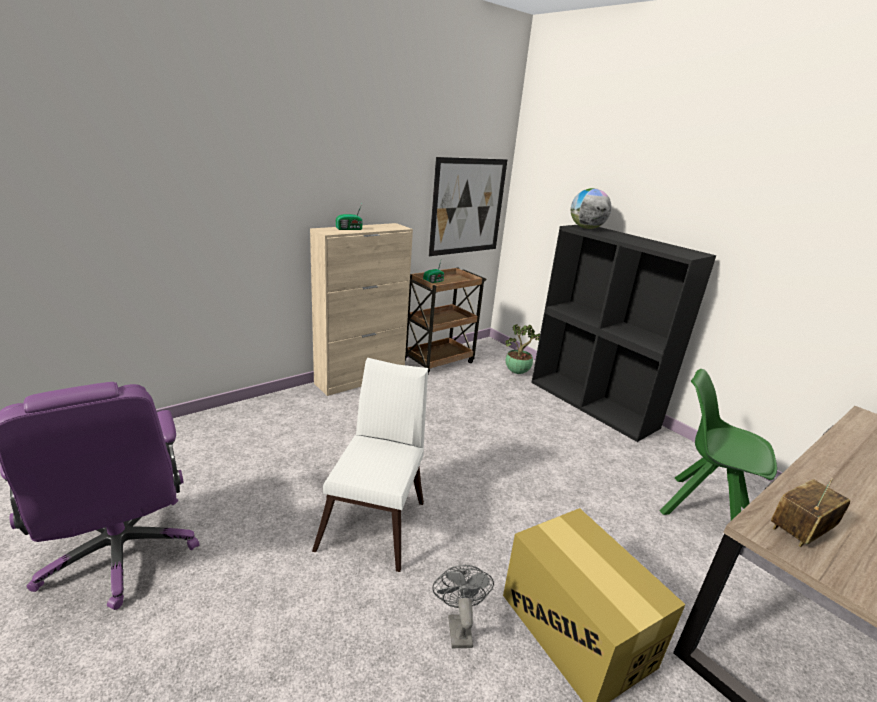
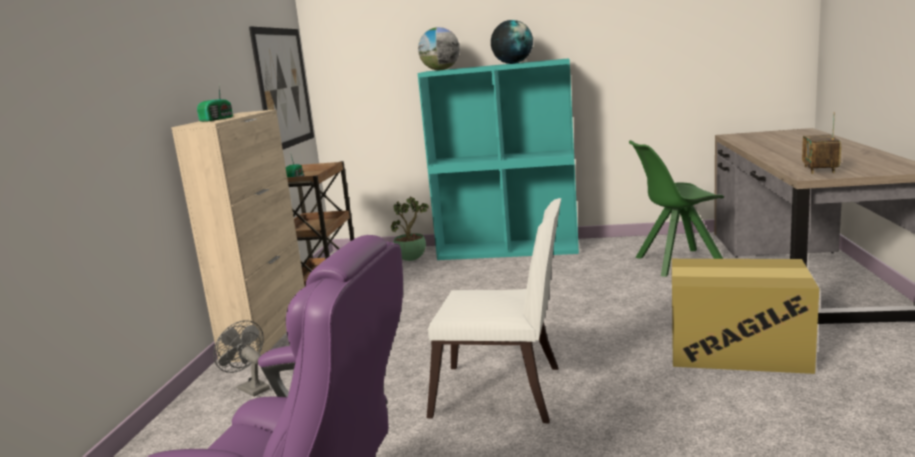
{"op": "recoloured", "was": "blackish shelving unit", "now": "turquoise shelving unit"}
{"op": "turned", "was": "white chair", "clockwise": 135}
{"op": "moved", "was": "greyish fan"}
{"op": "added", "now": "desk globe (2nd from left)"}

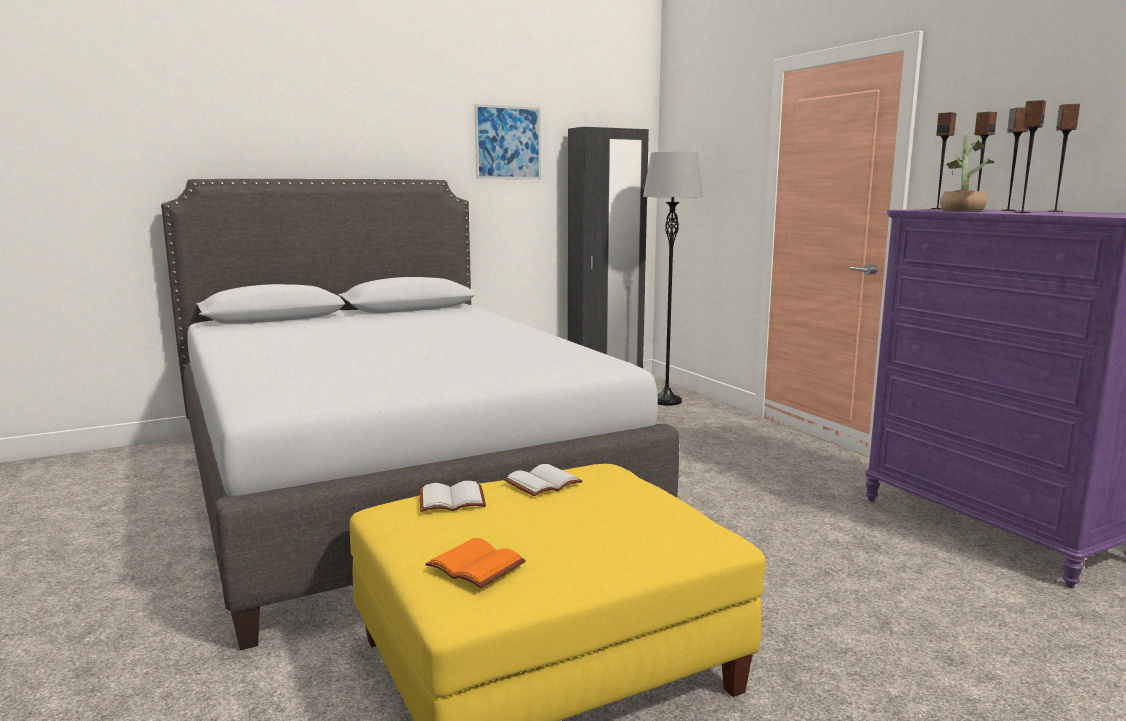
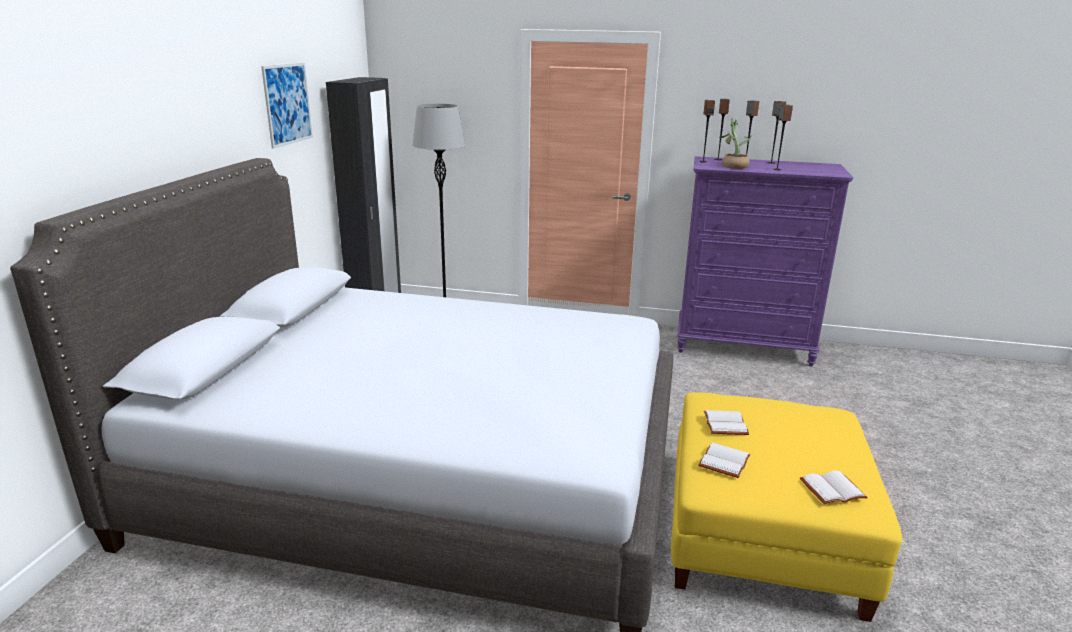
{"op": "recoloured", "was": "orangey book", "now": "white book (3rd from left)"}

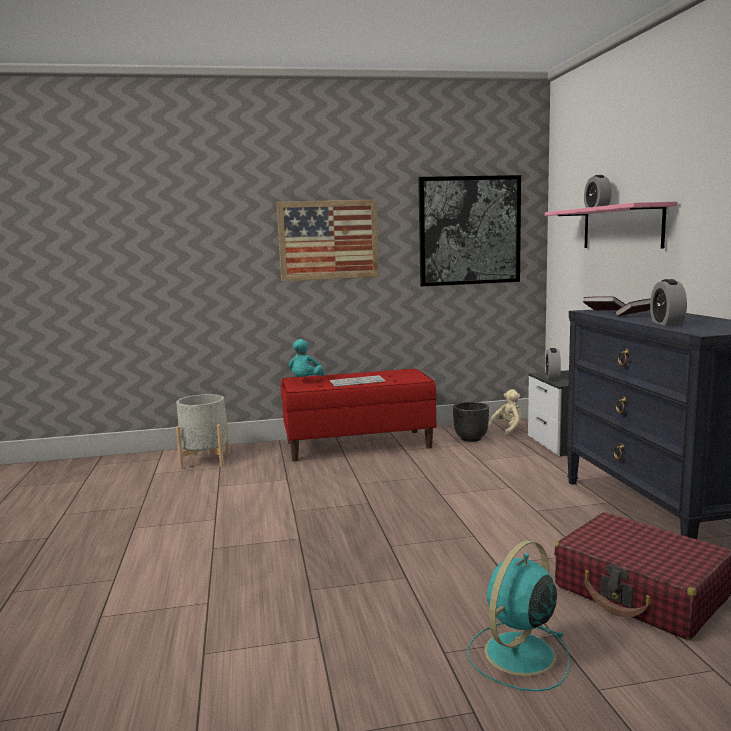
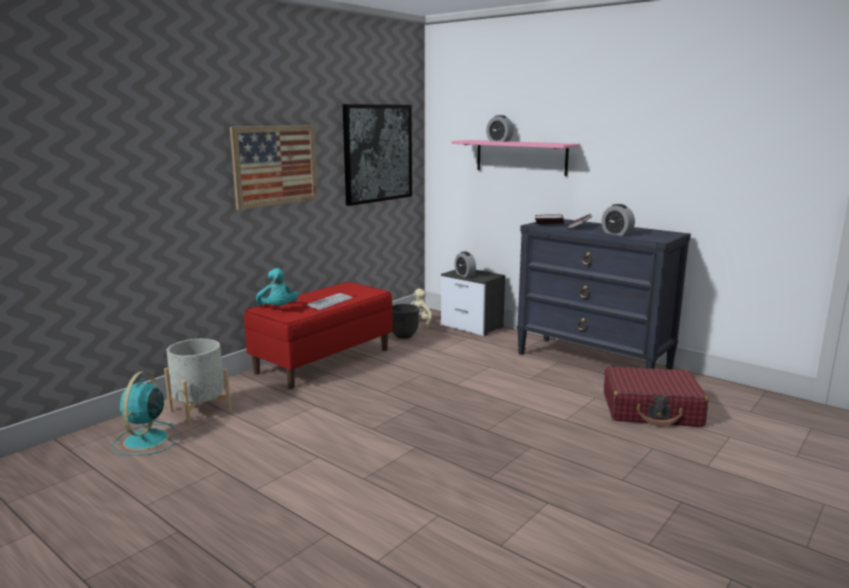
{"op": "moved", "was": "turquoise fan"}

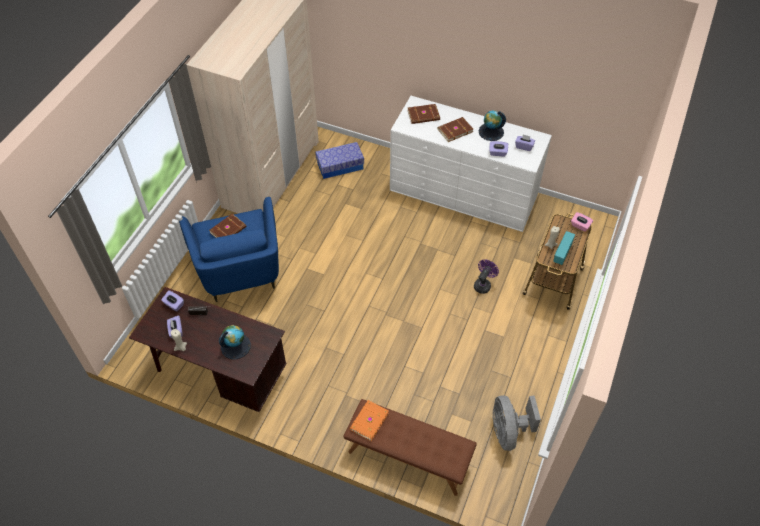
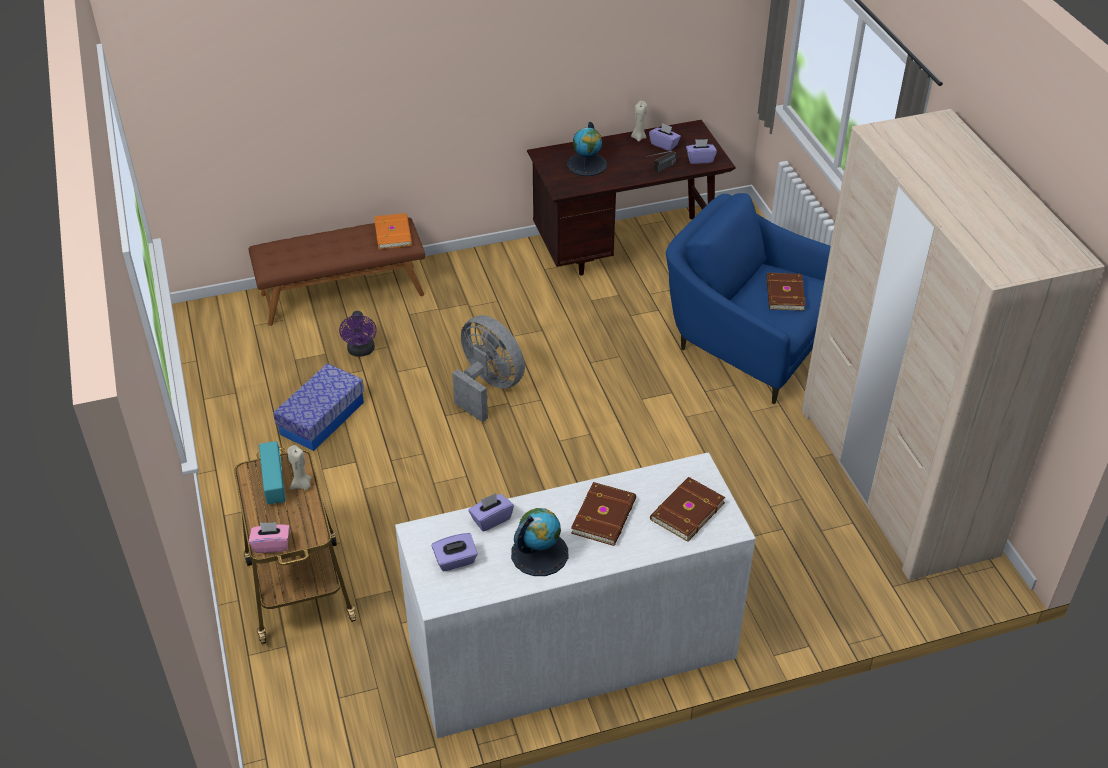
{"op": "moved", "was": "storage container"}
{"op": "moved", "was": "purple fan"}
{"op": "moved", "was": "greyish fan"}

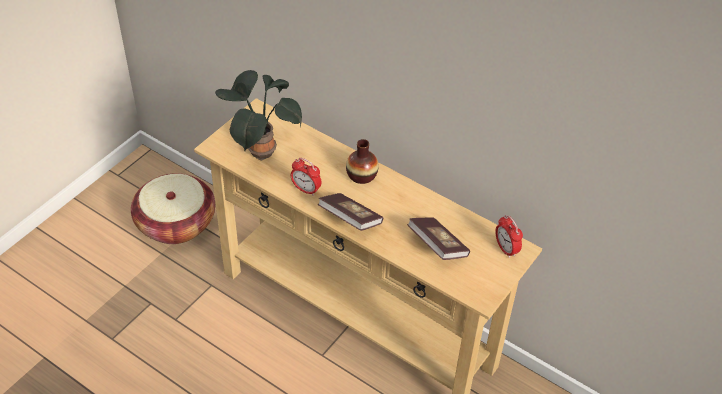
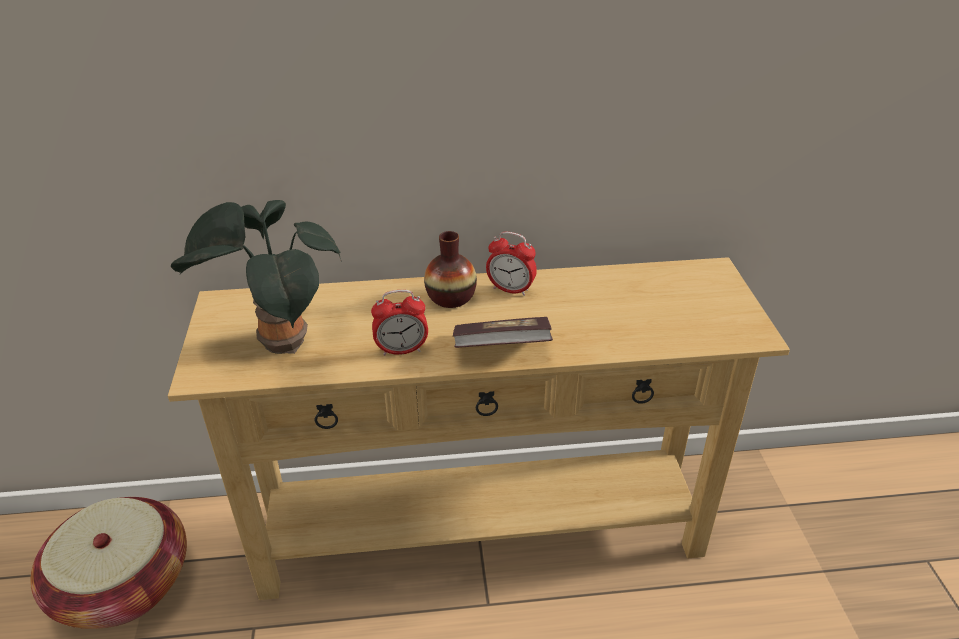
{"op": "moved", "was": "bedside clock (2nd from left)"}
{"op": "removed", "was": "book (2nd from left)"}

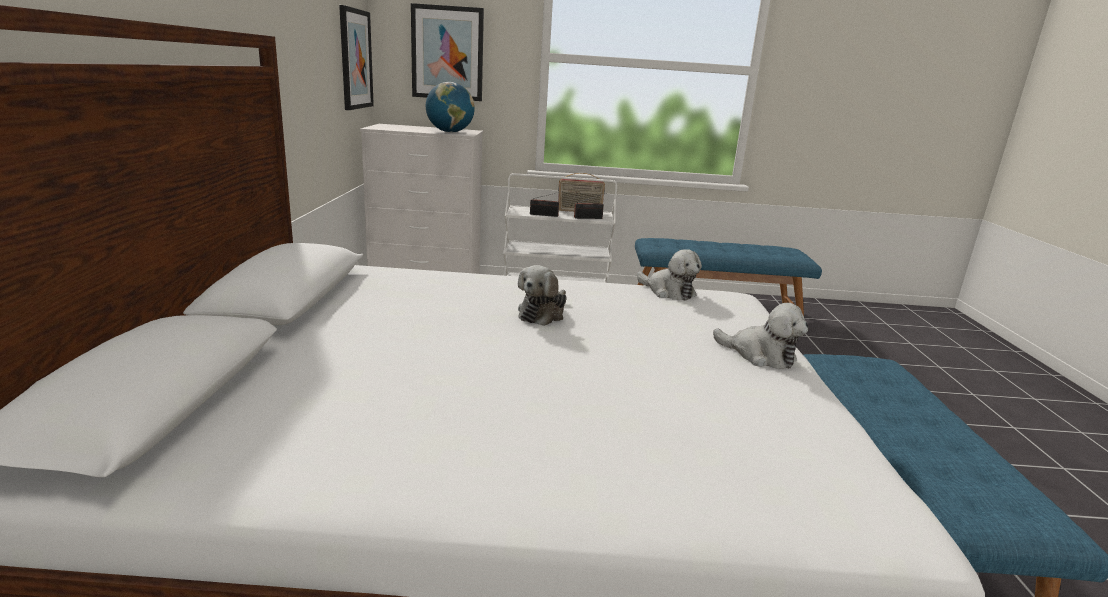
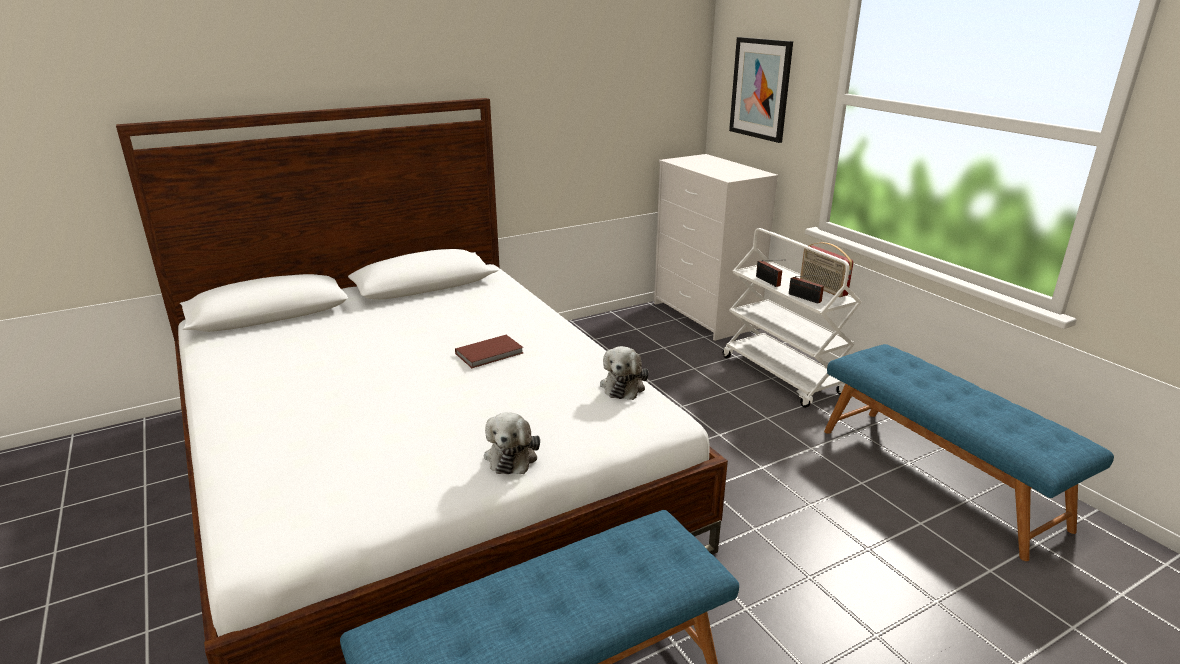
{"op": "removed", "was": "wall art (1st from left)"}
{"op": "removed", "was": "desk globe"}
{"op": "replaced", "was": "plush toy (1st from left)", "now": "brownish book"}

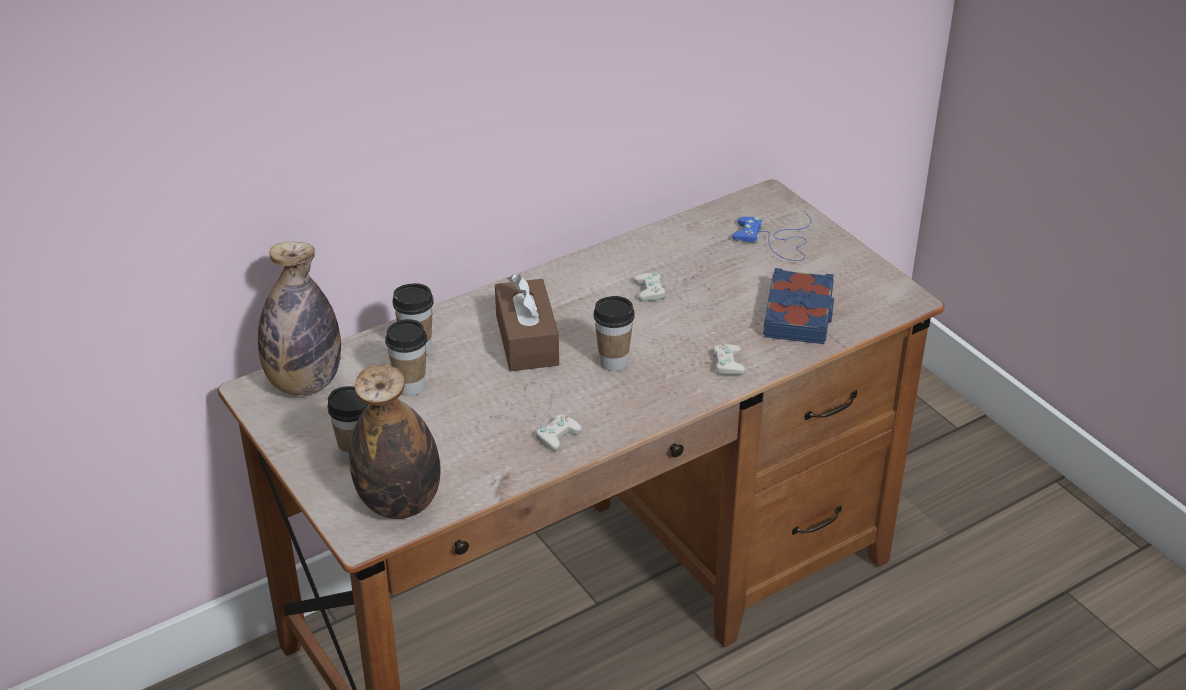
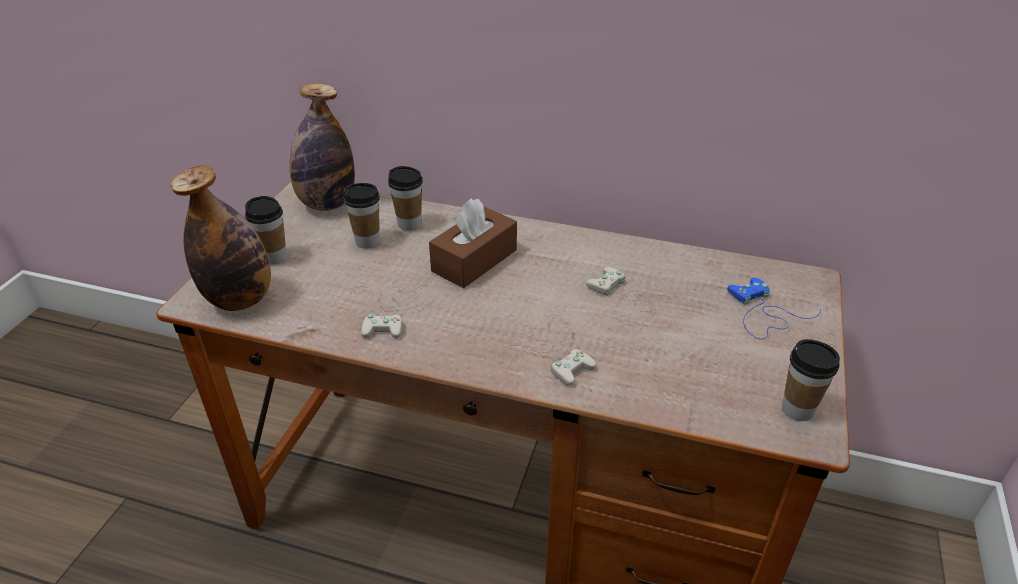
{"op": "removed", "was": "blue-coloured book"}
{"op": "moved", "was": "drinking cup (4th from left)"}

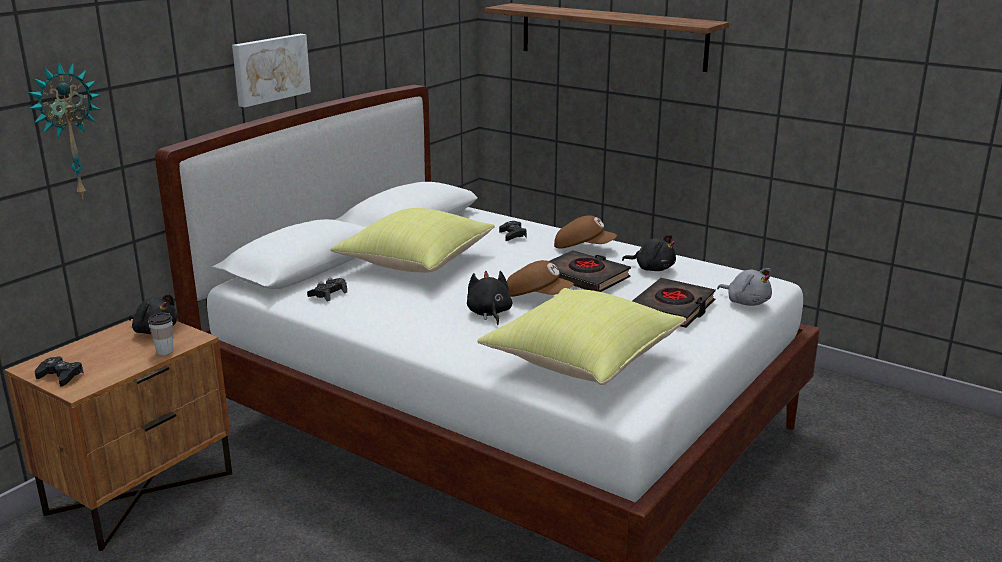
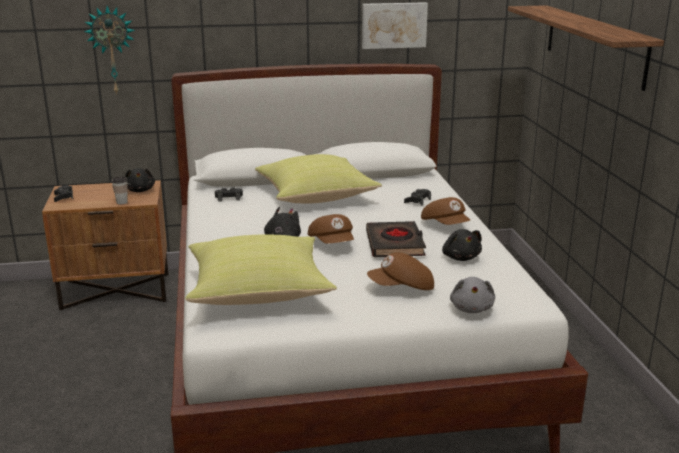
{"op": "moved", "was": "wall art"}
{"op": "replaced", "was": "blackish book (2nd from left)", "now": "brownish cap (2nd from left)"}

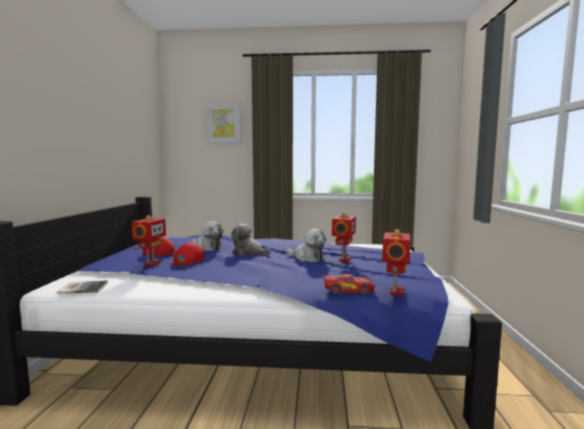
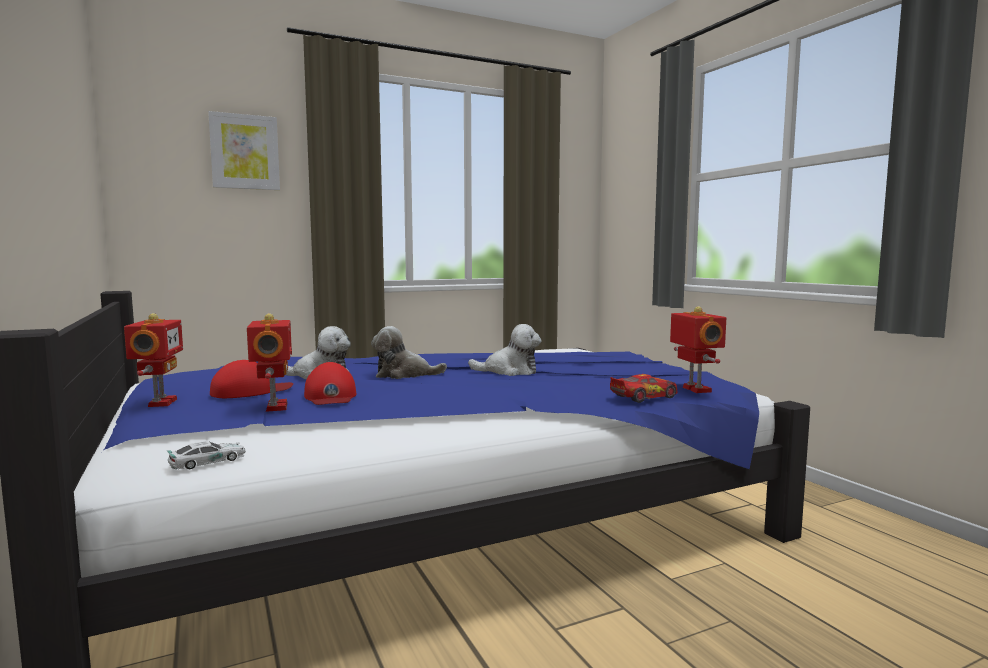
{"op": "moved", "was": "model robot (2nd from left in the first image)", "now": "model robot (1st from left)"}
{"op": "replaced", "was": "book", "now": "model car (1st from left)"}

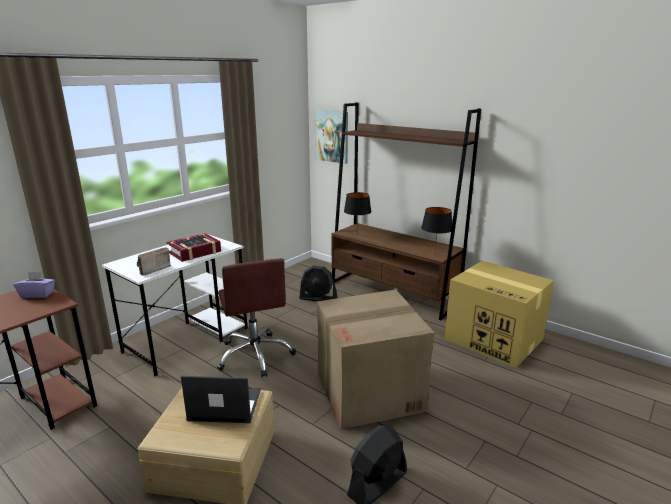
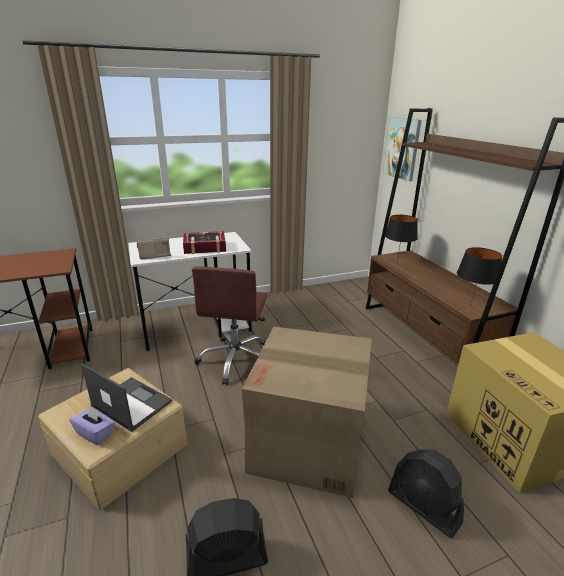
{"op": "moved", "was": "blackish fan (1st from left in the first image)", "now": "blackish fan (2nd from left)"}
{"op": "moved", "was": "purple box of tissues"}

